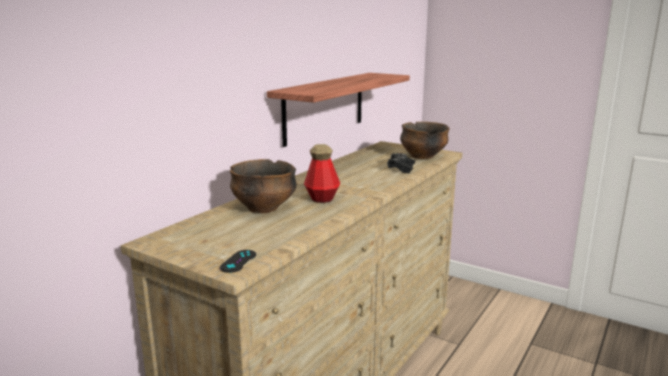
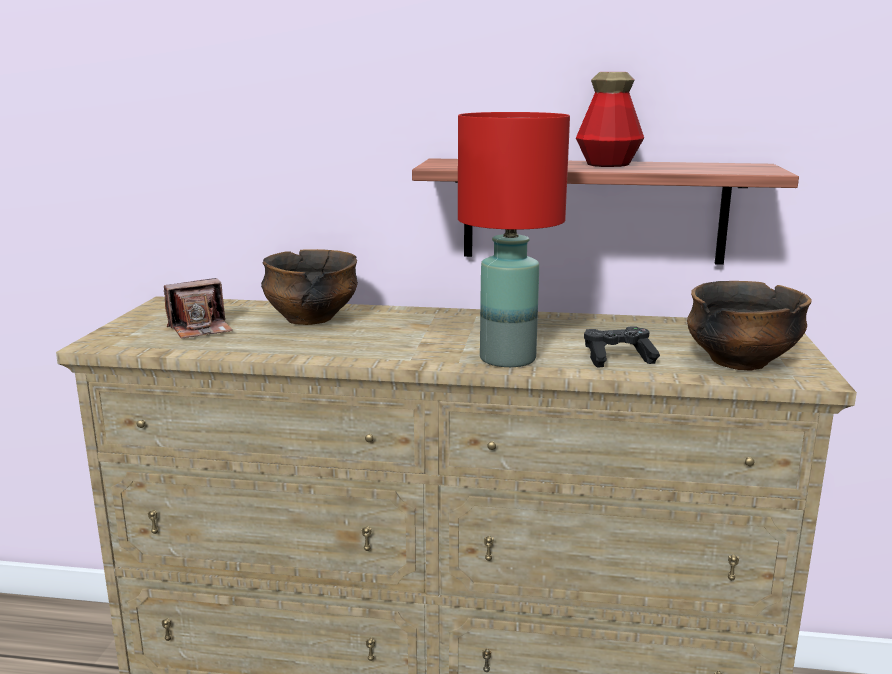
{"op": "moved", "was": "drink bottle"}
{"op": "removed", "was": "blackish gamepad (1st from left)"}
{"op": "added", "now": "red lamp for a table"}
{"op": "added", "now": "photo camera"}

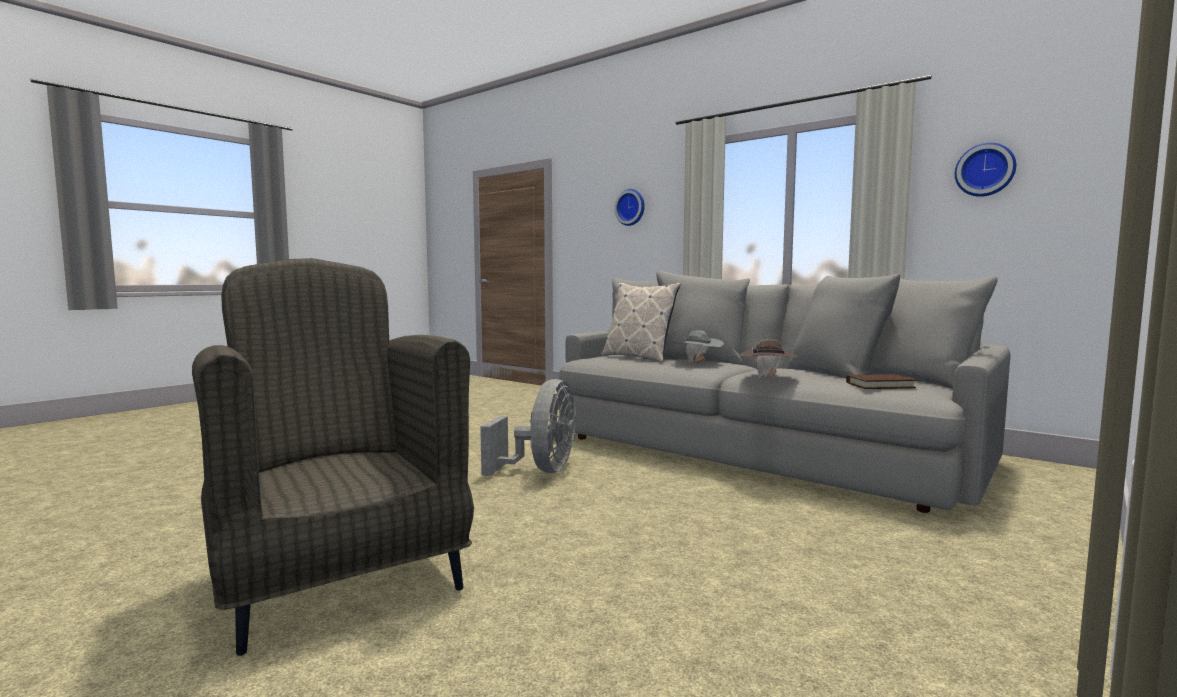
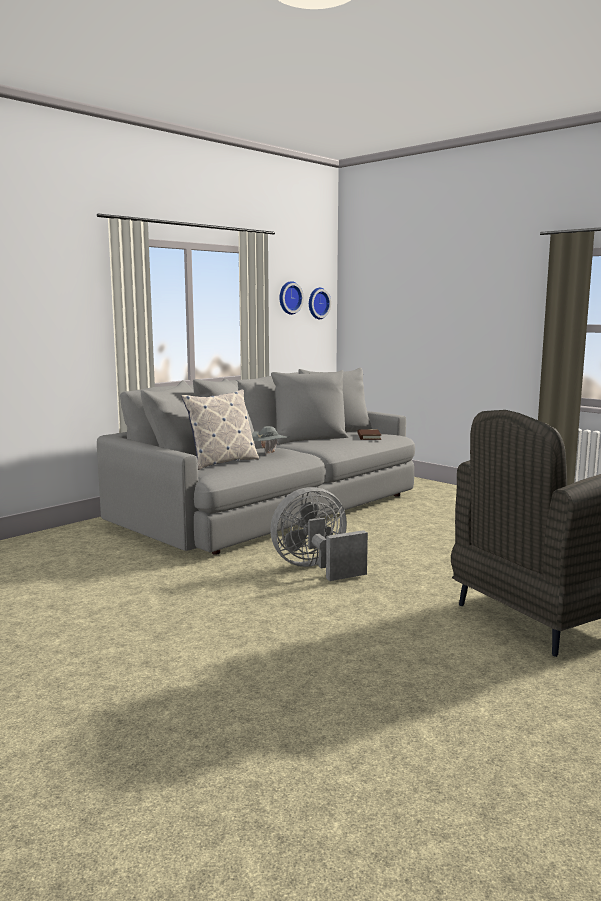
{"op": "moved", "was": "clock on the wall (1st from left in the first image)", "now": "clock on the wall (2nd from left)"}
{"op": "removed", "was": "brownish wearable hat"}
{"op": "turned", "was": "greyish fan", "clockwise": -45}

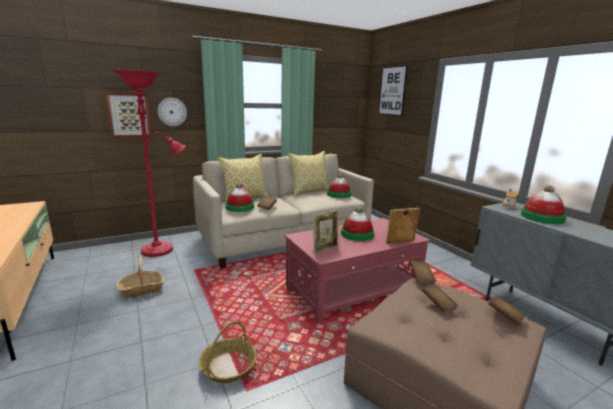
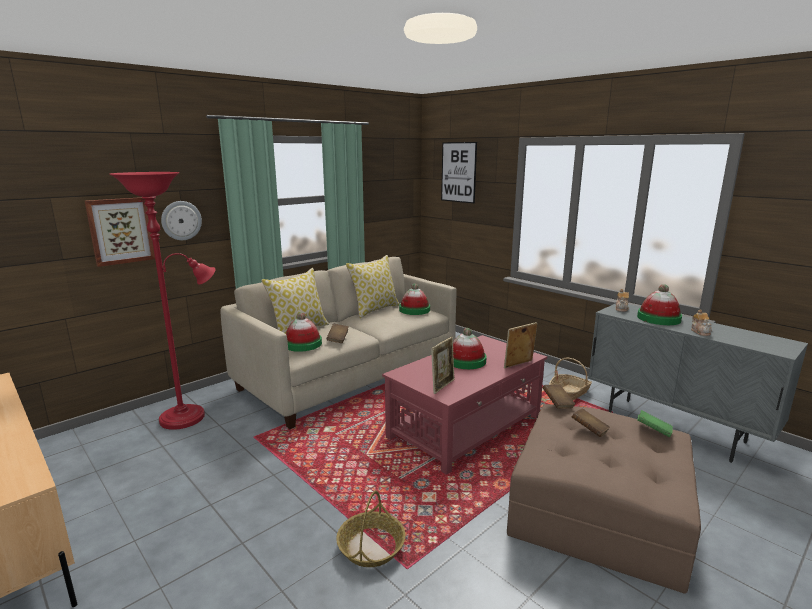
{"op": "moved", "was": "storage basket (1st from left in the first image)", "now": "storage basket (2nd from left)"}
{"op": "recoloured", "was": "brownish book (4th from left)", "now": "green book"}
{"op": "added", "now": "tea pot (2nd from left)"}

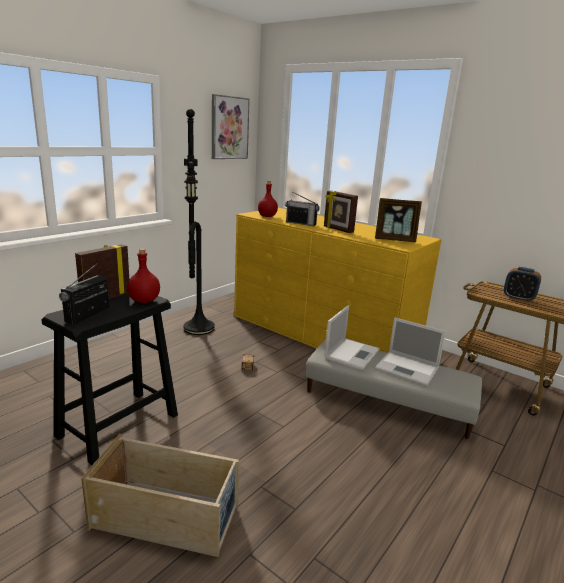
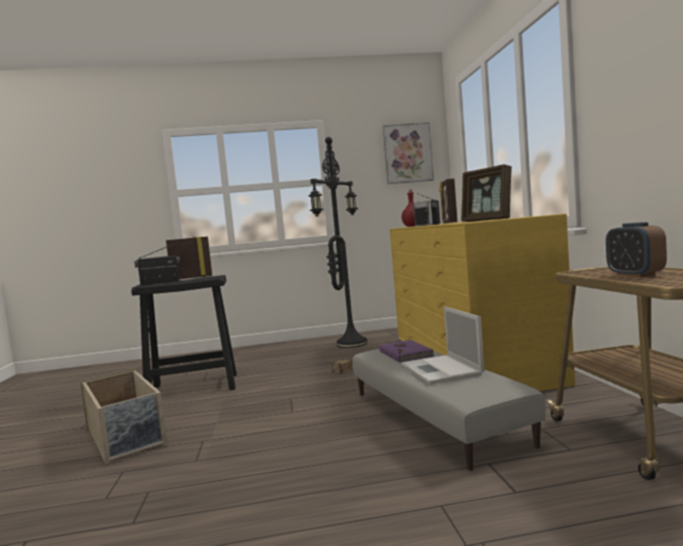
{"op": "removed", "was": "red drink bottle (1st from left)"}
{"op": "replaced", "was": "laptop (1st from left)", "now": "purple book"}

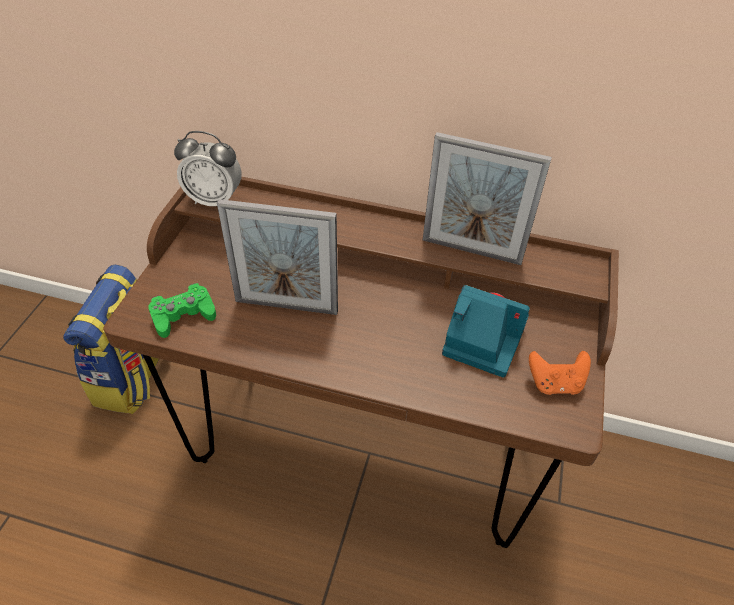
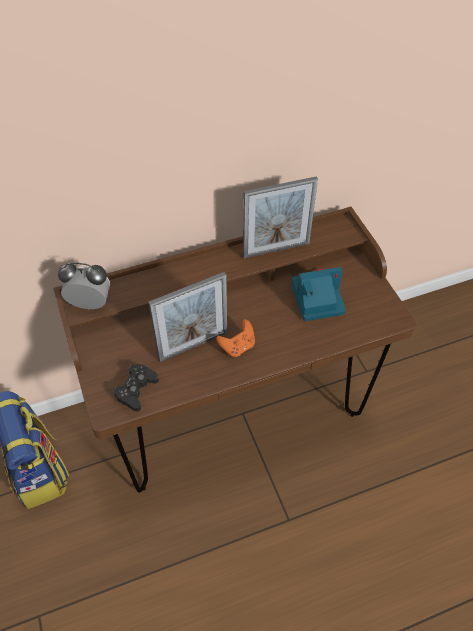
{"op": "turned", "was": "bedside clock", "clockwise": -150}
{"op": "recoloured", "was": "green gamepad", "now": "blackish gamepad"}
{"op": "moved", "was": "orangey gamepad"}

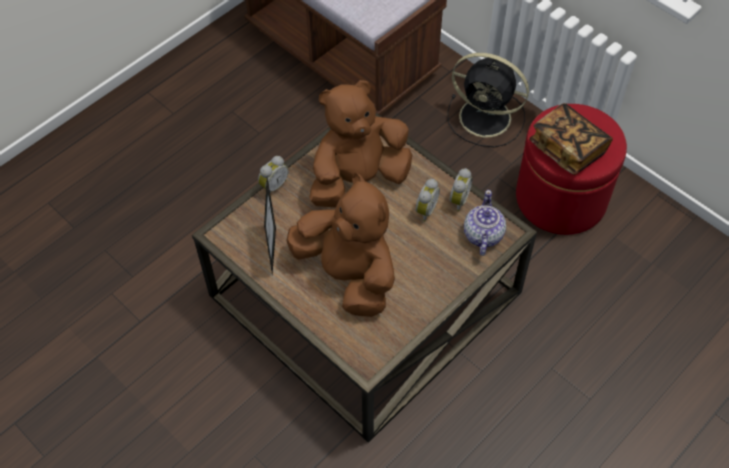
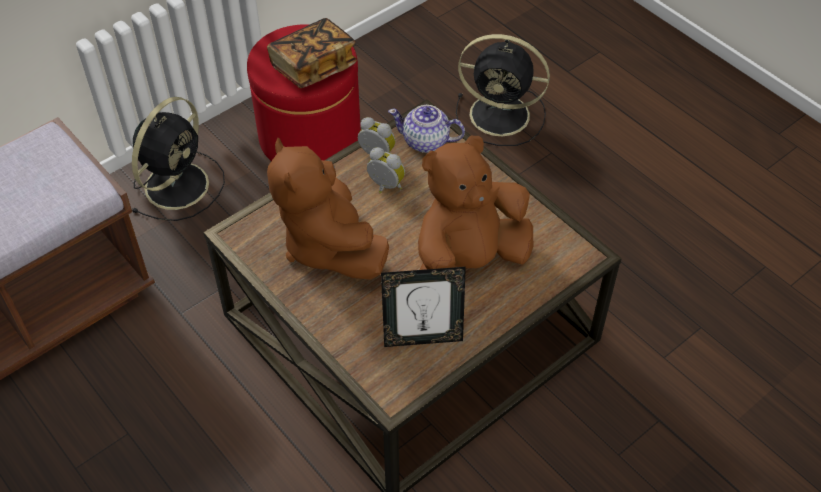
{"op": "removed", "was": "bedside clock (1st from left)"}
{"op": "added", "now": "blackish fan (2nd from left)"}

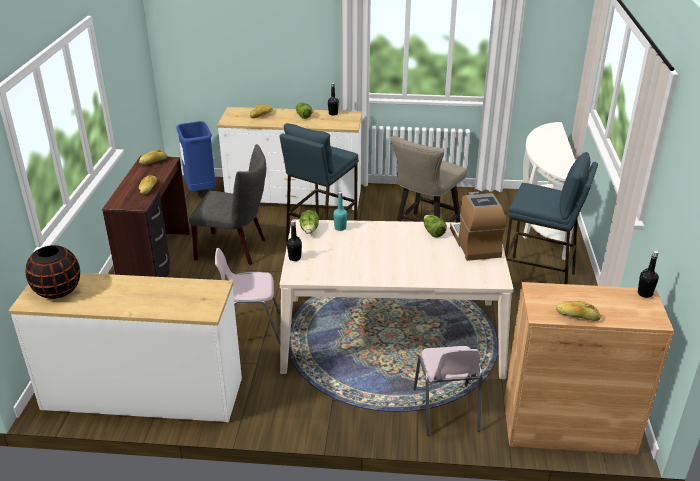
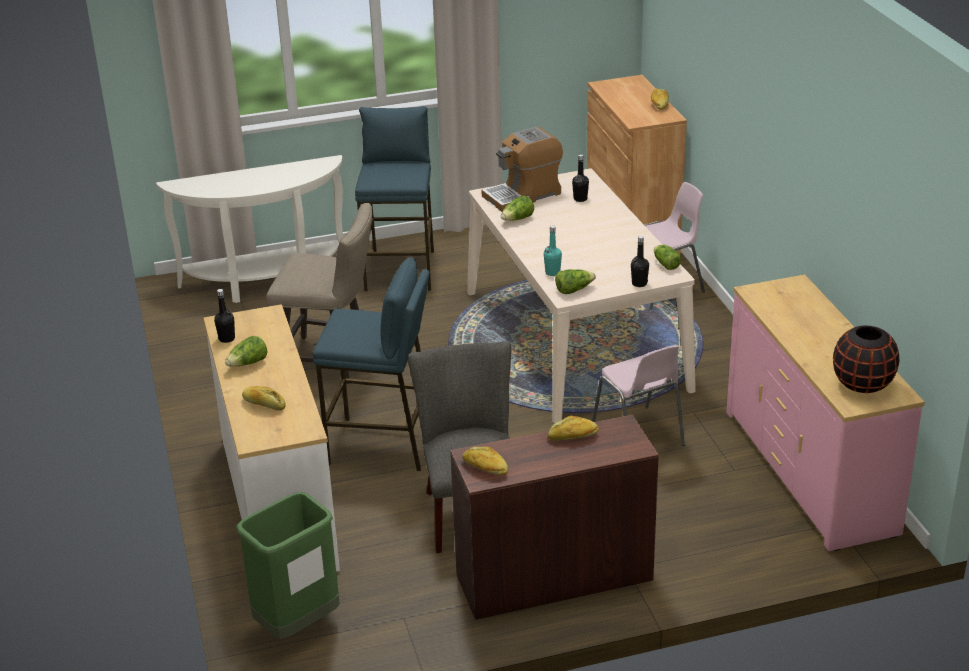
{"op": "recoloured", "was": "blue-coloured rubbish bin", "now": "green rubbish bin"}
{"op": "moved", "was": "blackish drink bottle (3rd from left in the first image)", "now": "blackish drink bottle (2nd from left)"}
{"op": "recoloured", "was": "white drawer chest (1st from left)", "now": "pink drawer chest"}
{"op": "added", "now": "head of lettuce (4th from left)"}

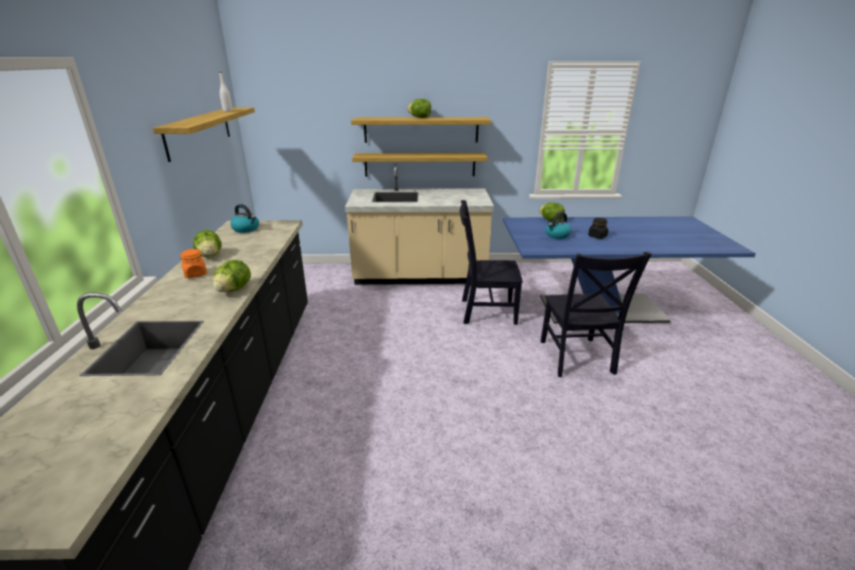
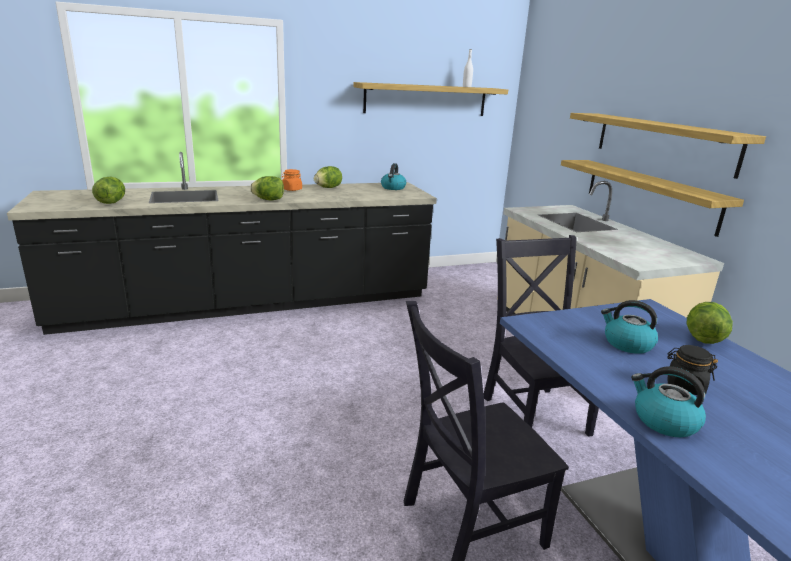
{"op": "moved", "was": "head of lettuce (3rd from left in the first image)", "now": "head of lettuce (1st from left)"}
{"op": "added", "now": "water kettle (3rd from left)"}

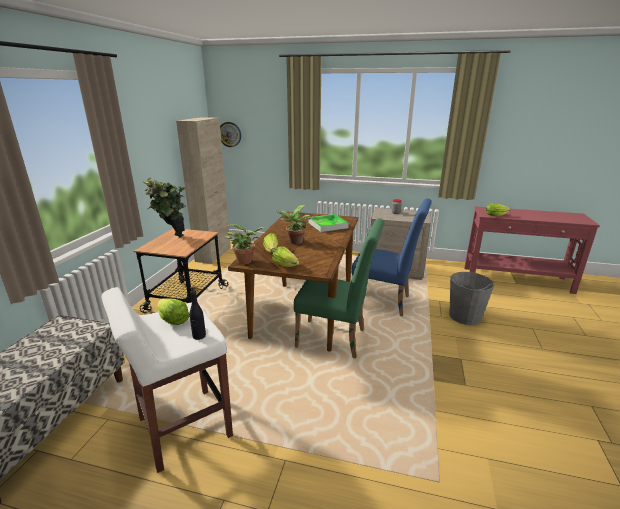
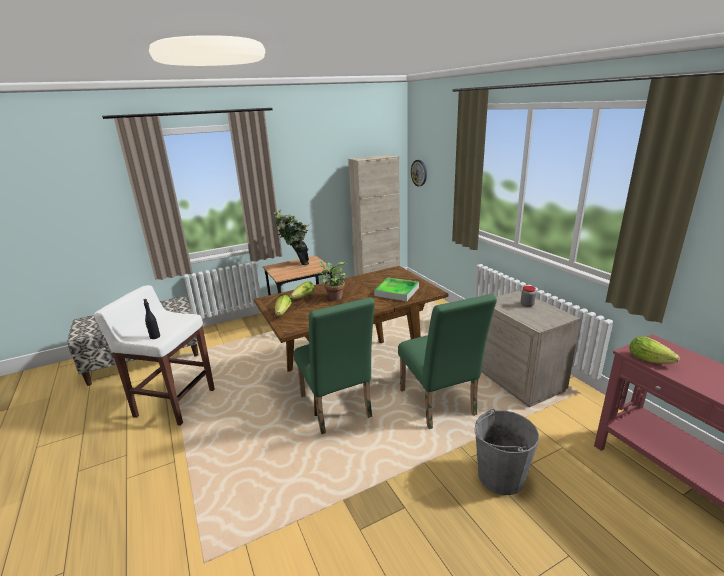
{"op": "recoloured", "was": "blue-coloured chair", "now": "green chair (2nd from left)"}
{"op": "removed", "was": "potted plant (2nd from left)"}
{"op": "removed", "was": "head of lettuce (1st from left)"}

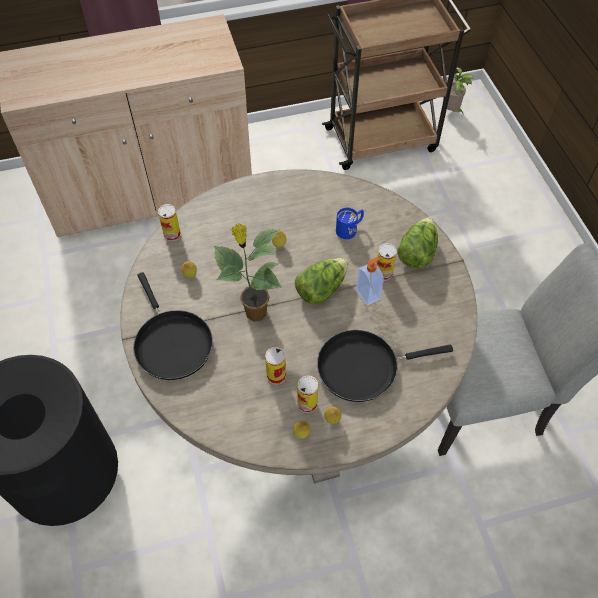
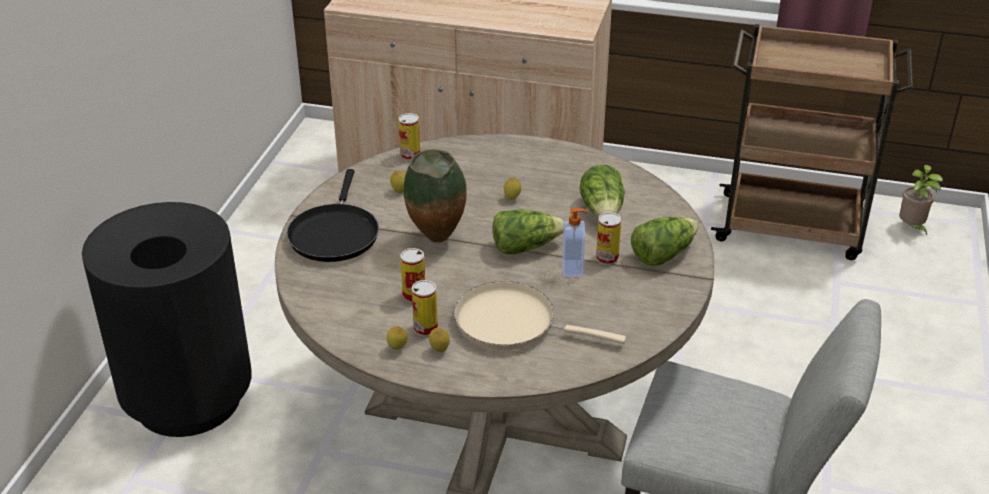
{"op": "replaced", "was": "blue-coloured tea mug", "now": "head of lettuce (2nd from left)"}
{"op": "replaced", "was": "potted plant (1st from left)", "now": "decorative vase"}
{"op": "recoloured", "was": "blackish skillet (2nd from left)", "now": "sand-coloured skillet"}

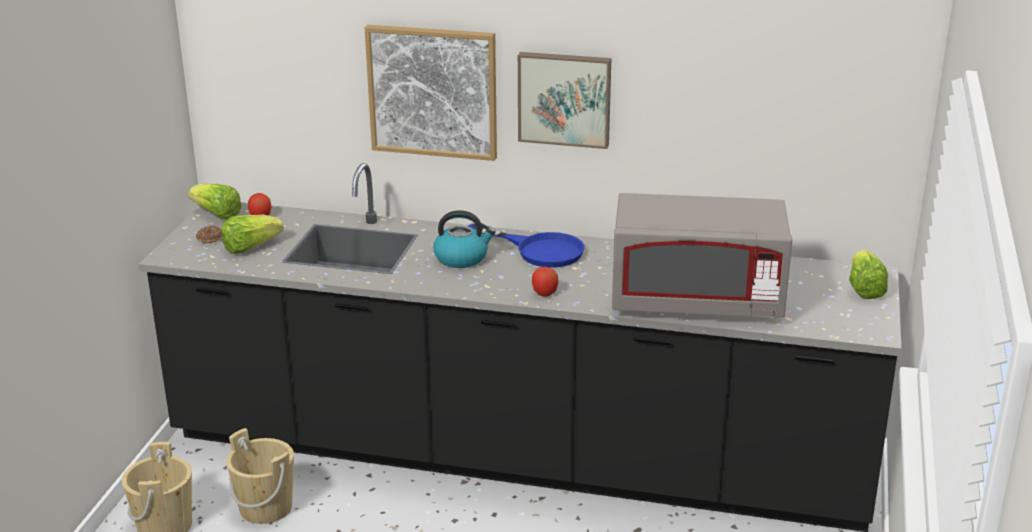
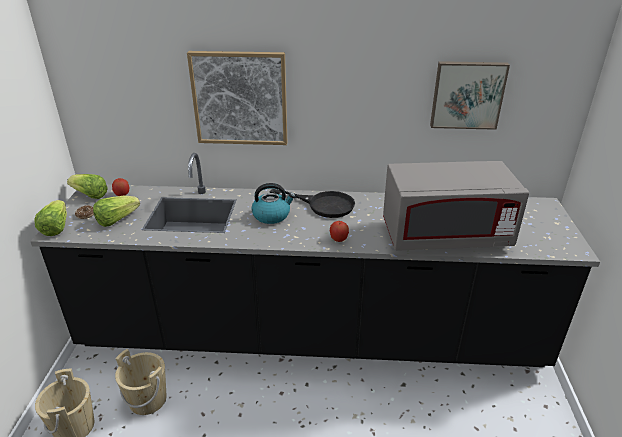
{"op": "moved", "was": "wall art (2nd from left)"}
{"op": "recoloured", "was": "blue-coloured skillet", "now": "blackish skillet"}
{"op": "moved", "was": "head of lettuce (3rd from left in the first image)", "now": "head of lettuce (1st from left)"}

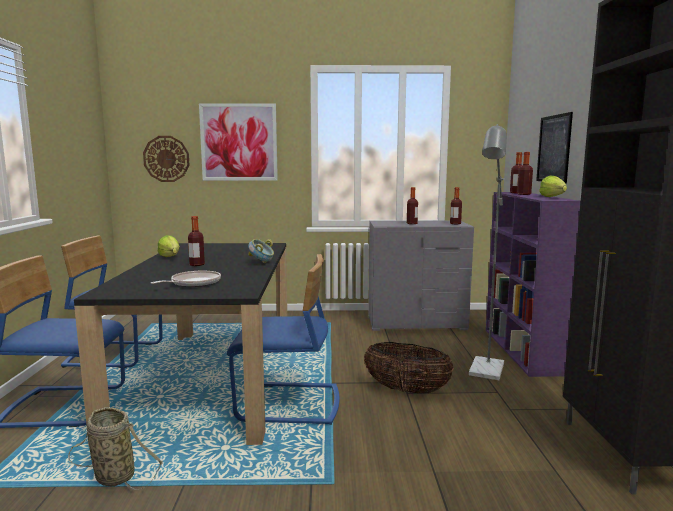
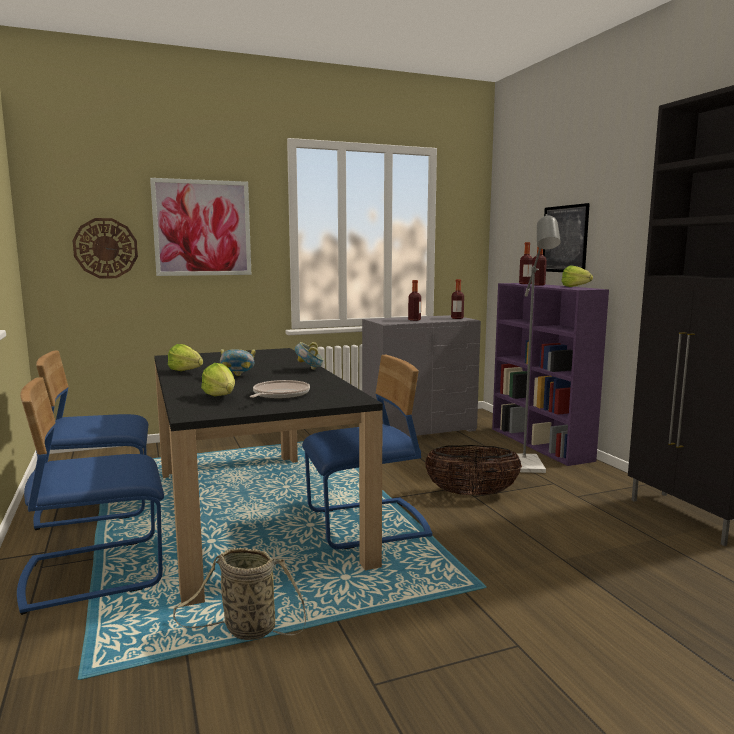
{"op": "replaced", "was": "drink bottle (1st from left)", "now": "bowl (1st from left)"}
{"op": "added", "now": "head of lettuce (2nd from left)"}

